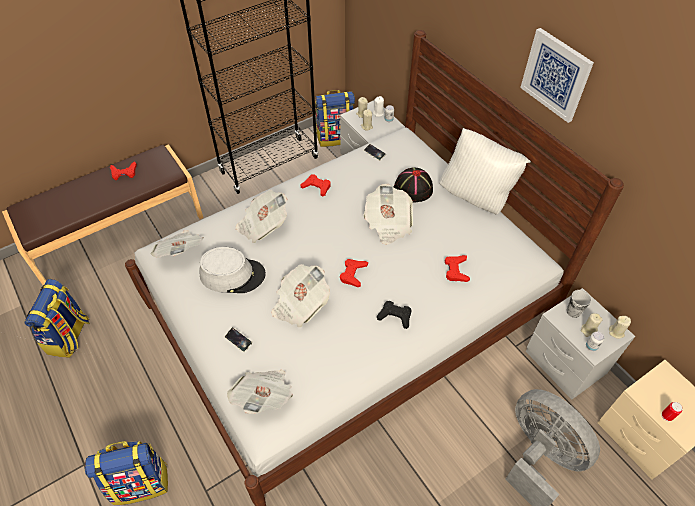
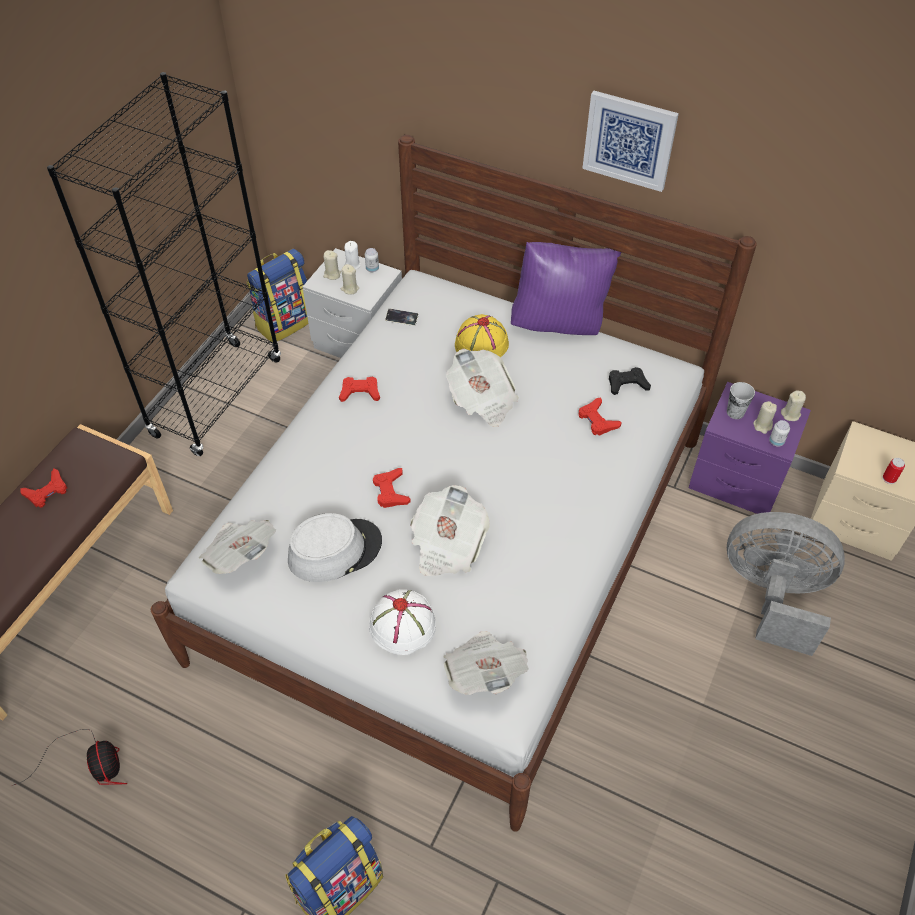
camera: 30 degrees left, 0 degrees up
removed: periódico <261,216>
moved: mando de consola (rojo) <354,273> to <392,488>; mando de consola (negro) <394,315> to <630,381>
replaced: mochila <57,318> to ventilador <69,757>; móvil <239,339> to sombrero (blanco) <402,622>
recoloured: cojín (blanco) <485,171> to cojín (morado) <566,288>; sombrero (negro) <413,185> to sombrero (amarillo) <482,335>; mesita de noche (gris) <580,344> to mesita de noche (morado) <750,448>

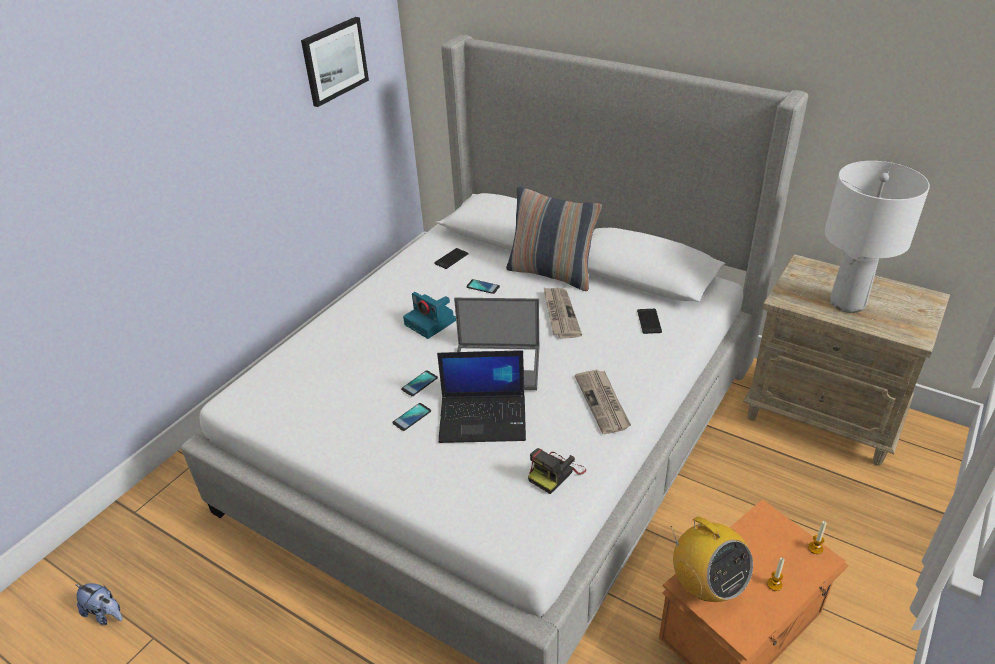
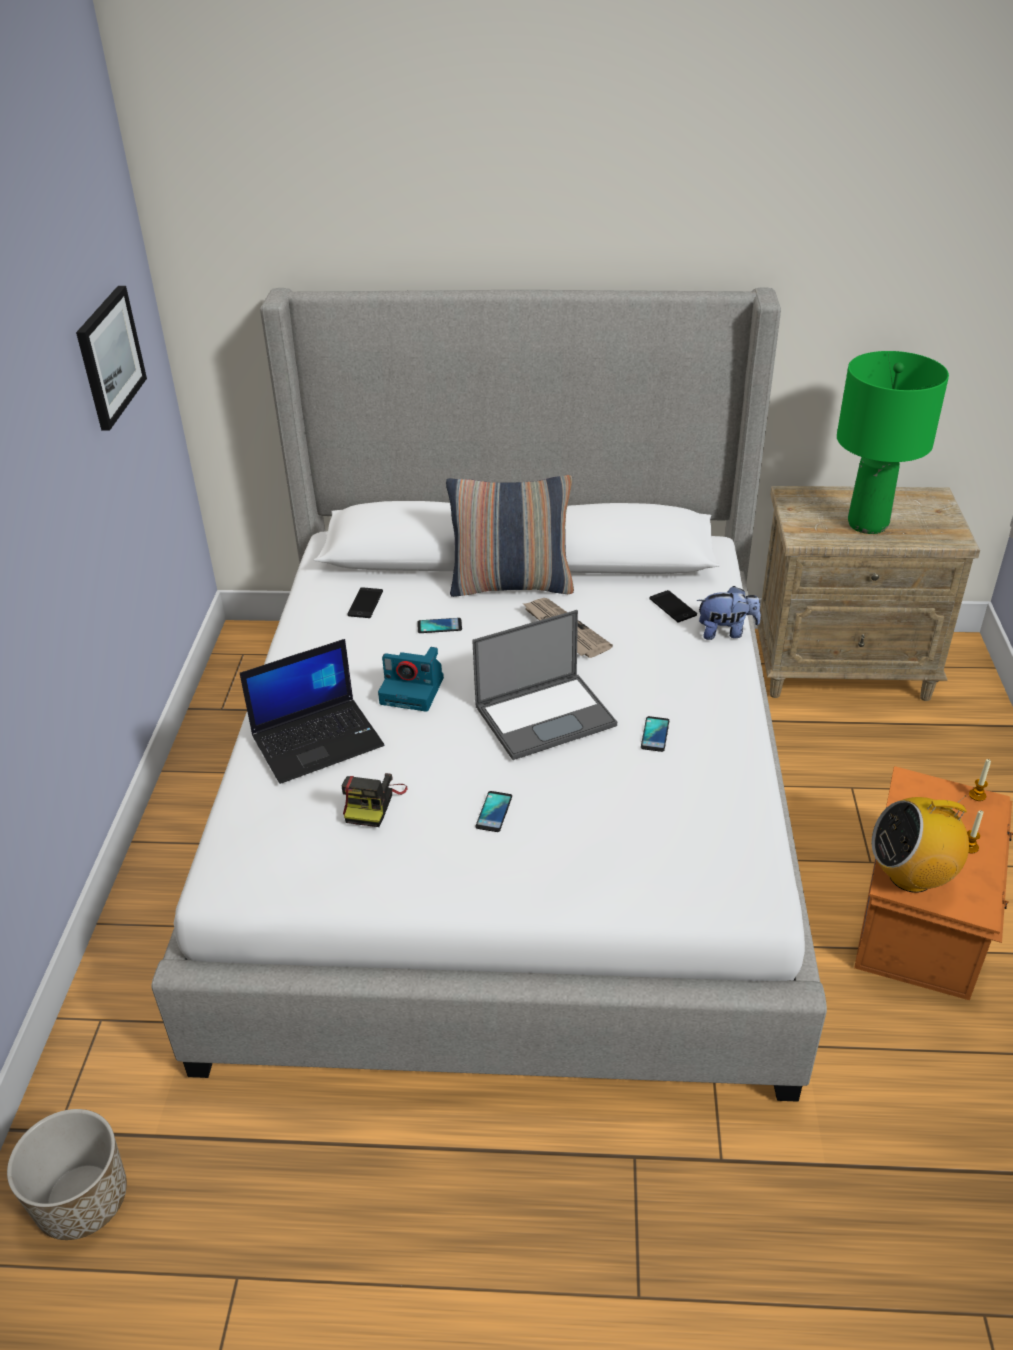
camera: 30 degrees left, 0 degrees up
removed: periódico <603,401>
added: maceta <67,1174>
moved: portátil <481,396> to <312,711>; móvil <419,383> to <655,734>; cámara <557,471> to <375,800>; peluche <99,604> to <729,613>
recoloured: lámpara de mesa (blanco) <877,237> to lámpara de mesa (verde) <893,442>
turned: radio <712,559> = <920,844> 150 degrees clockwise

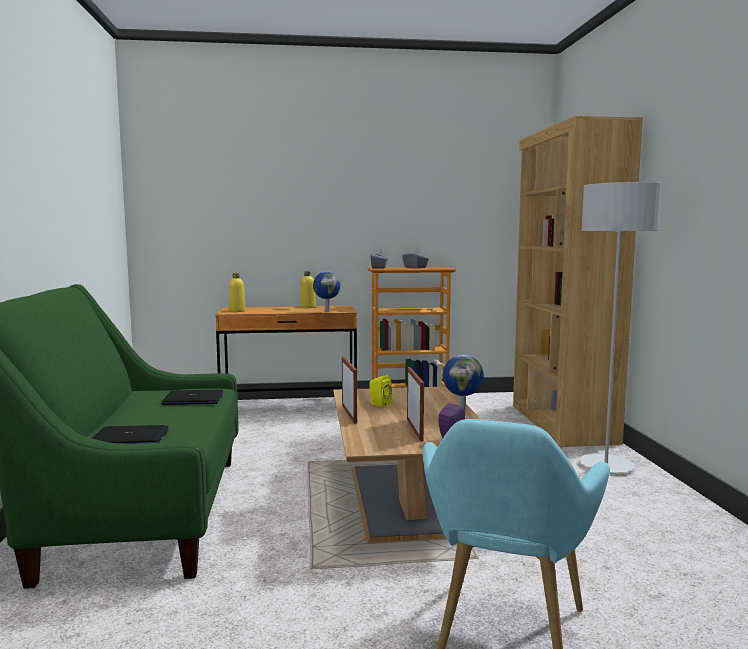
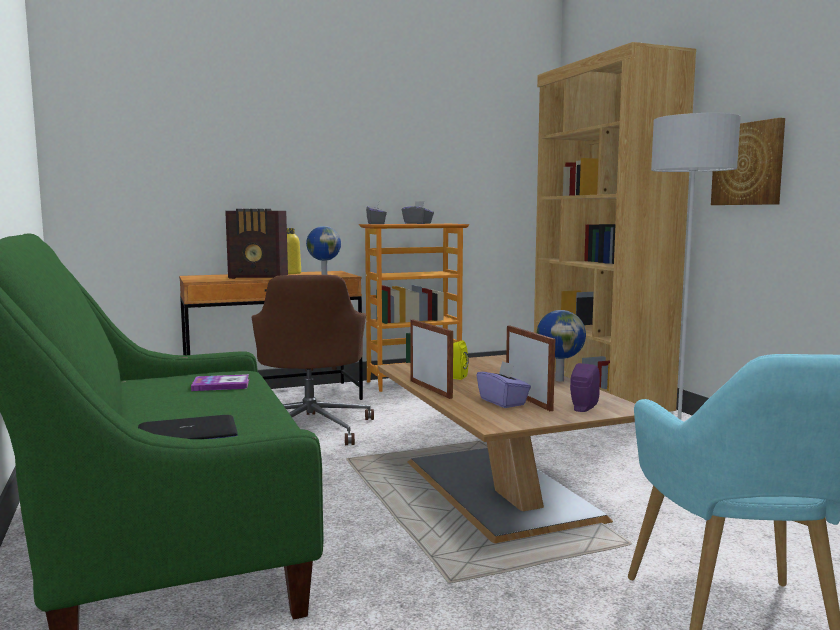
camera: 15 degrees left, 0 degrees up
removed: botella (amarillo) <237,292>
added: cuadro <748,161>; radio <256,244>; silla de oficina (marrón) <313,360>; caja de pañuelos (morado) <504,384>
replaced: portátil <192,397> to libro <220,382>

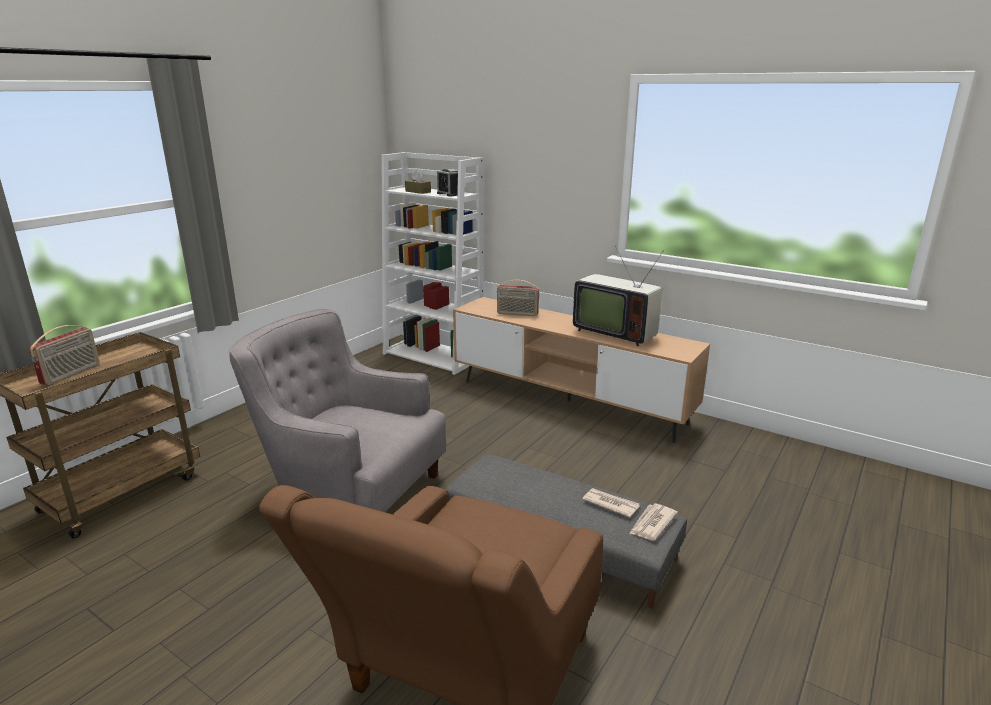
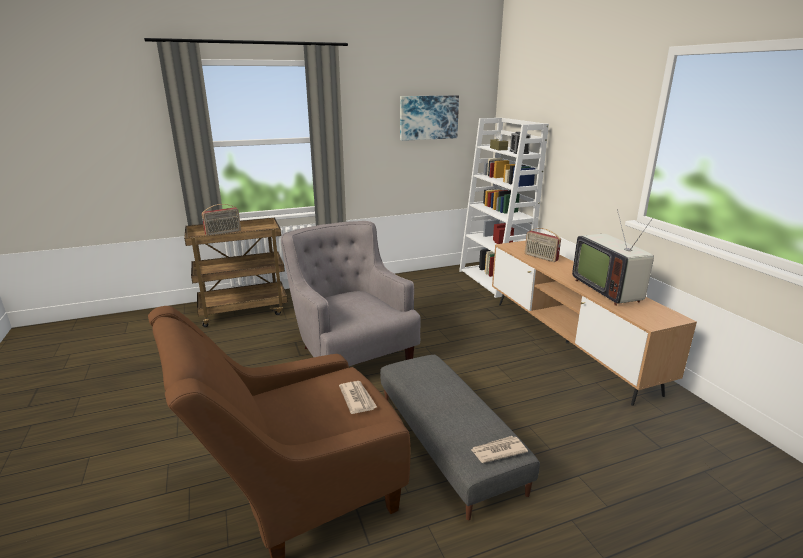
camera: 35 degrees right, 0 degrees up
added: cuadro <429,118>
moved: periódico <611,503> to <358,397>

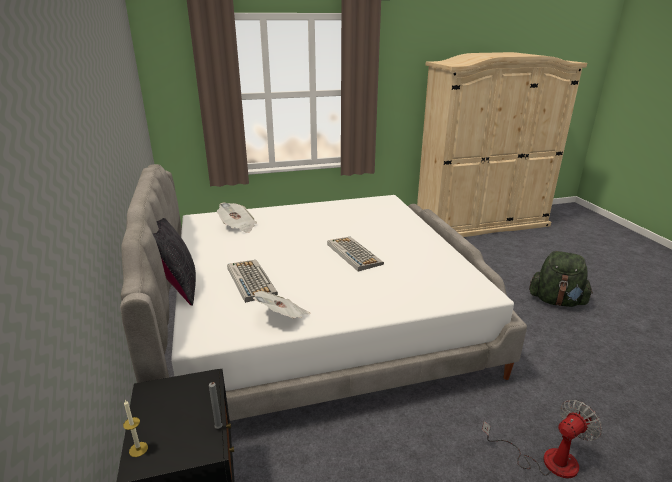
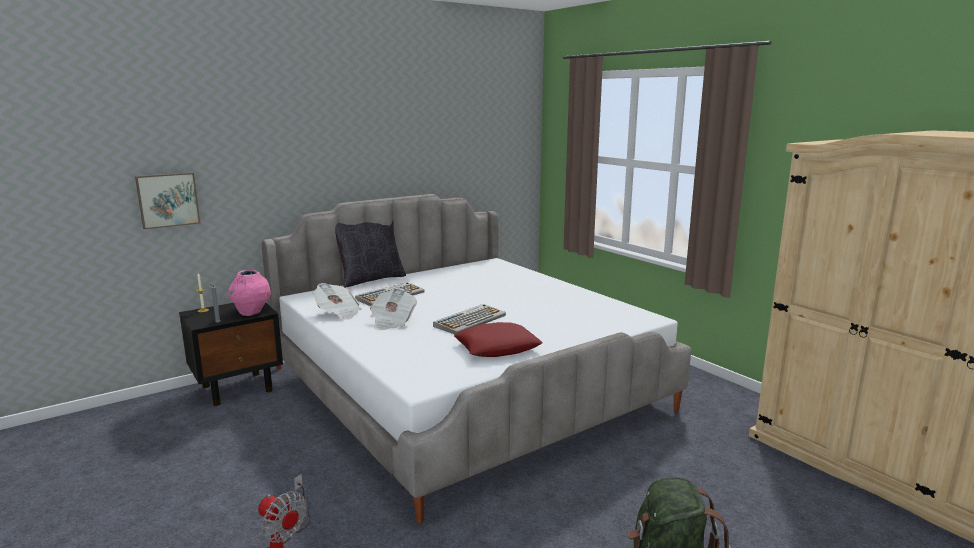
camera: 70 degrees right, 10 degrees down
added: cuadro <167,200>; florero (rosa) <249,293>; cojín (rojo) <498,339>
moved: periódico <237,217> to <393,309>

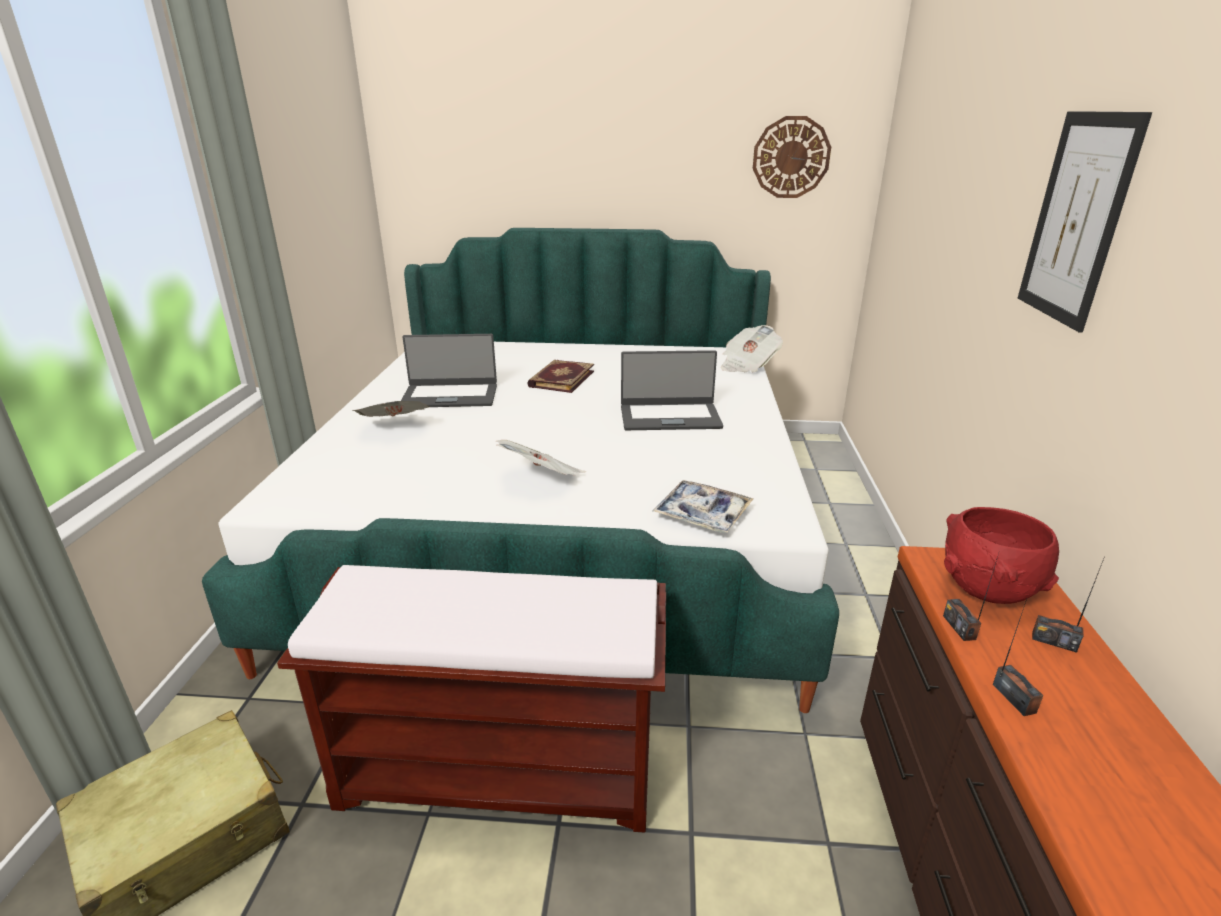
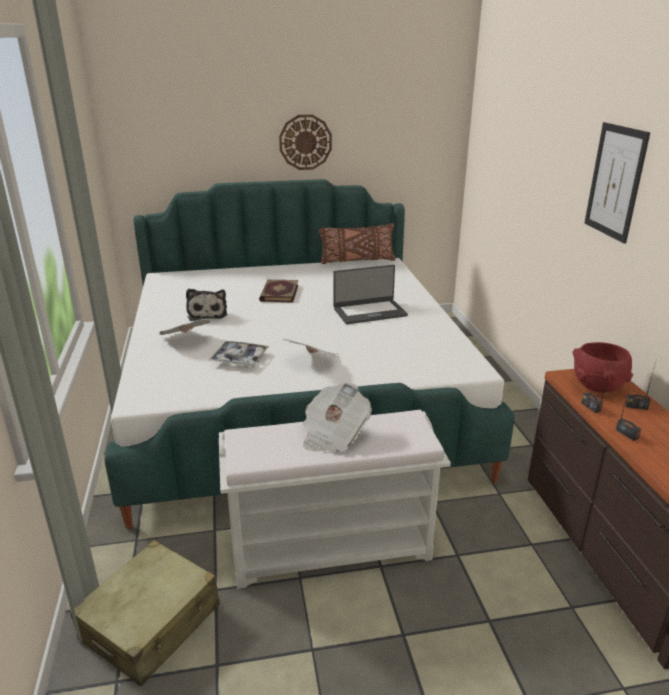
camera: 15 degrees left, 0 degrees up
added: cojín (marrón) <357,243>
moved: reloj de pared <792,157> to <305,142>; periódico <752,349> to <337,417>; bandeja <703,506> to <238,354>
replaced: portátil <449,370> to peluche <206,305>
recoloured: banco (marrón) <471,699> to banco (blanco) <335,499>

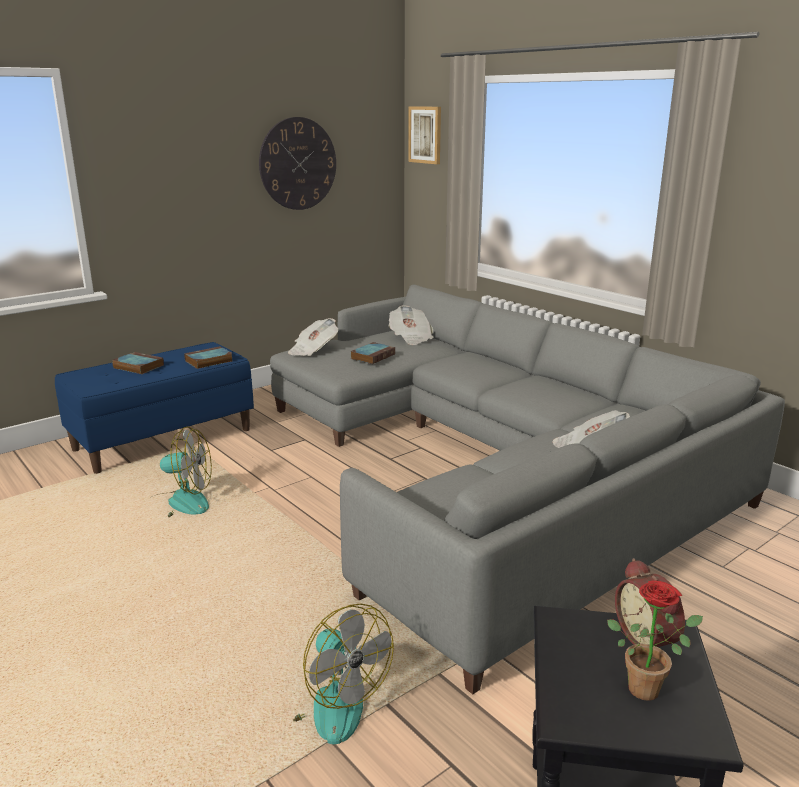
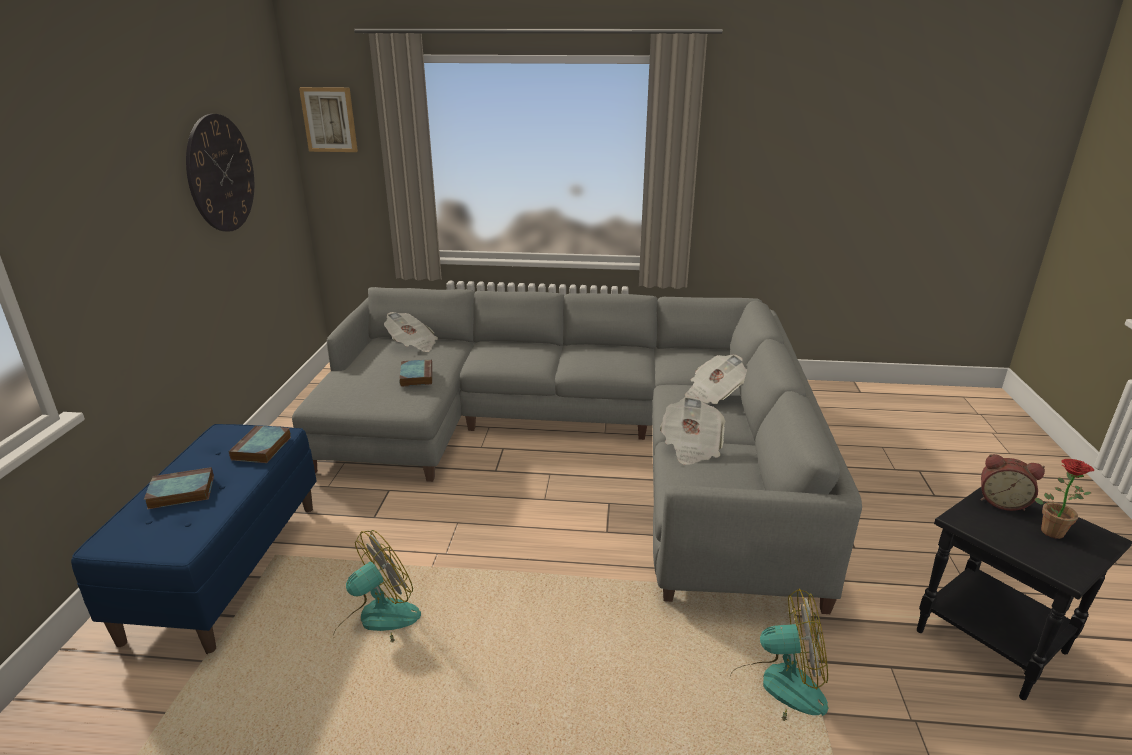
camera: 45 degrees left, 5 degrees up
moved: periódico <313,337> to <692,430>

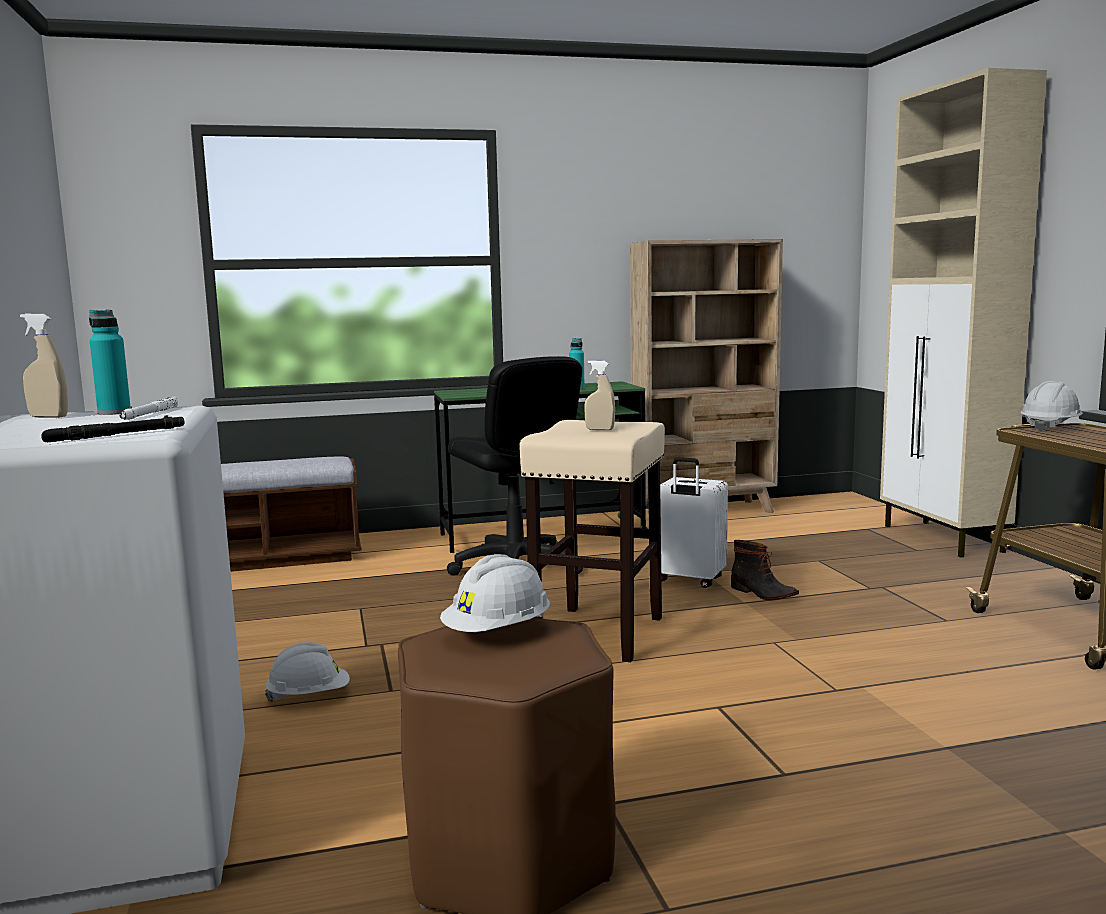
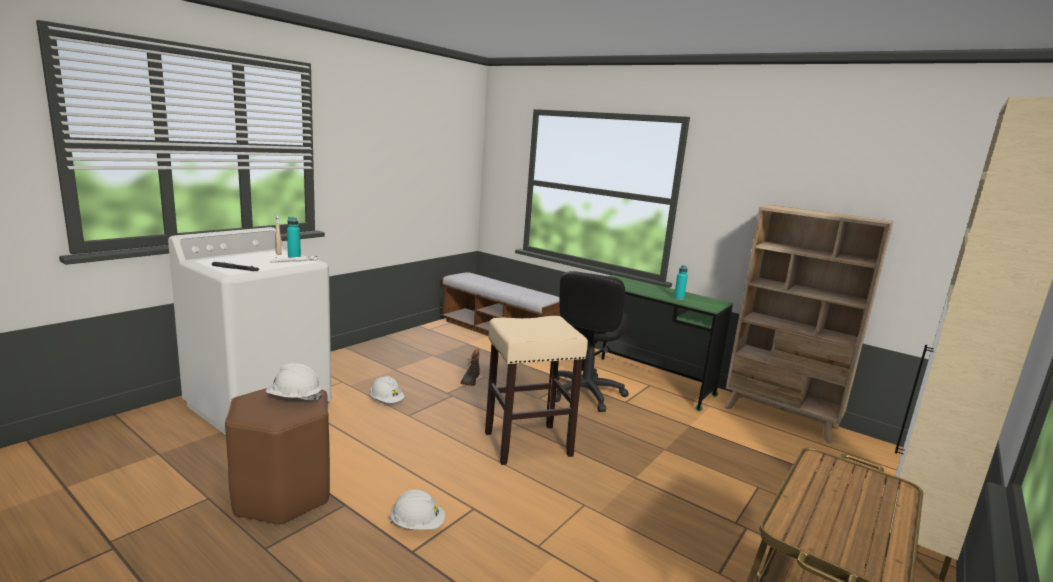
camera: 50 degrees right, 5 degrees up
removed: pulverizador (beis) <599,395>; maleta (blanco) <694,522>
moved: casco (blanco) <1052,406> to <417,510>; bota <765,570> to <470,367>

